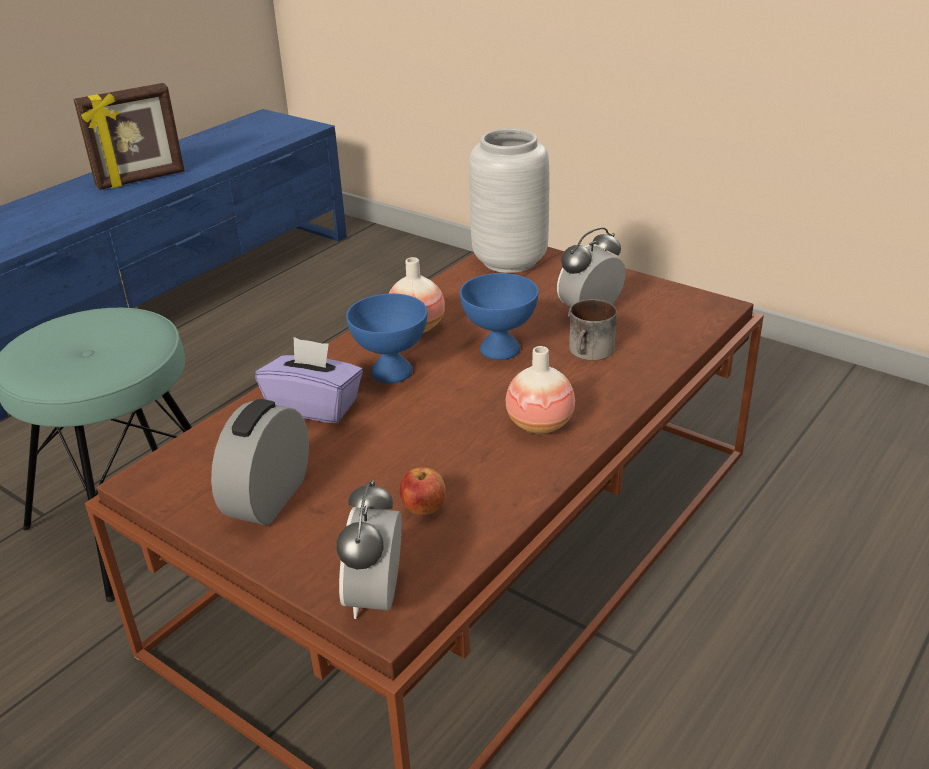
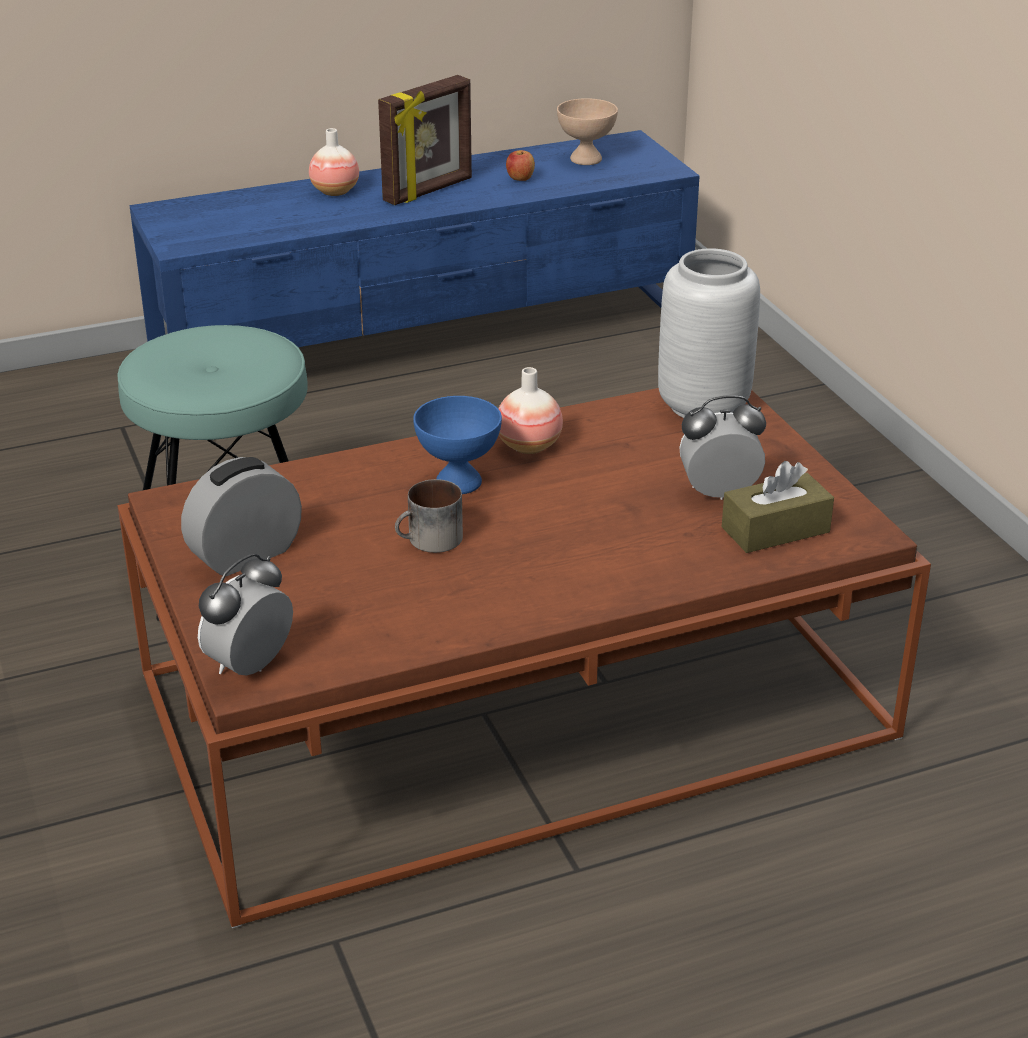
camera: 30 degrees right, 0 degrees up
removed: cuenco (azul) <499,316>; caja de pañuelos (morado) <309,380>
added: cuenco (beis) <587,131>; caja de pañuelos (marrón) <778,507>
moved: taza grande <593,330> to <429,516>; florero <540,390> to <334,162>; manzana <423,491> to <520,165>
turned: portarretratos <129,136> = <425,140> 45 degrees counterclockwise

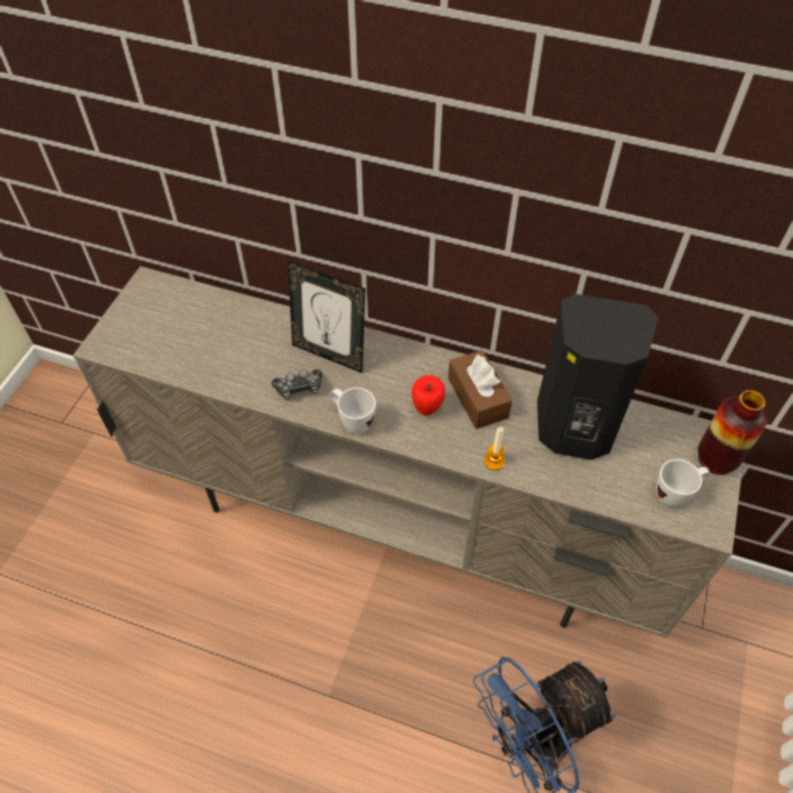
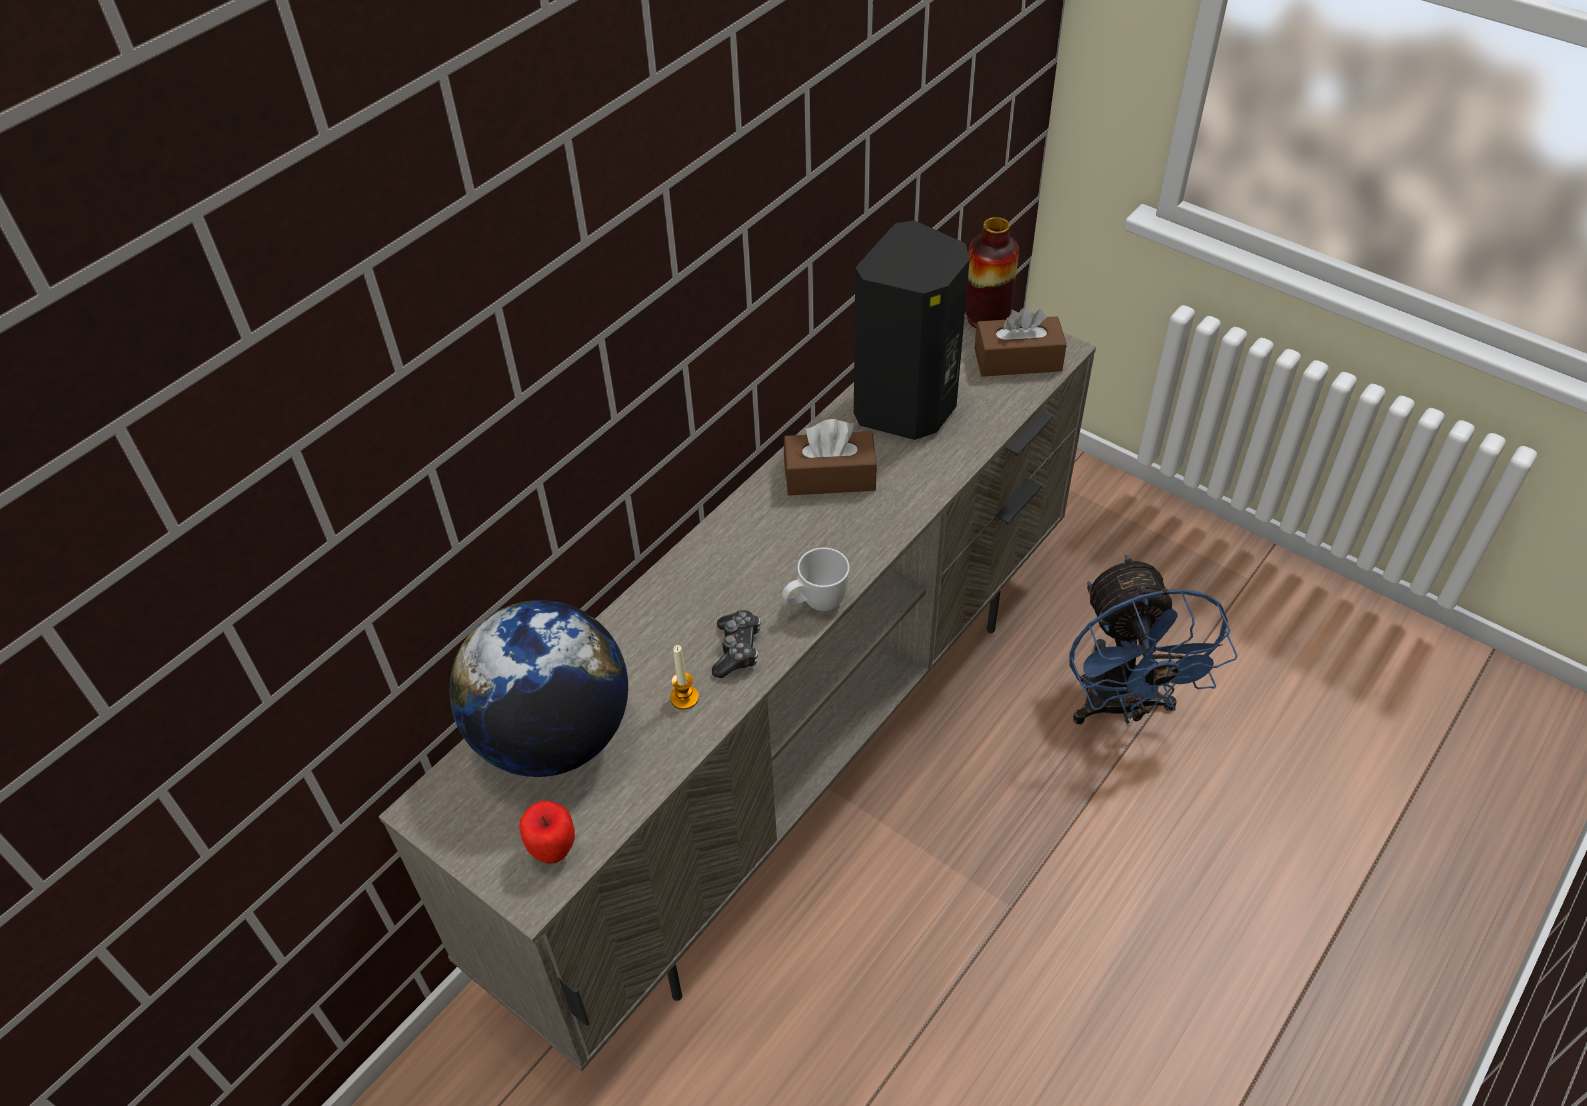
camera: 70 degrees left, 5 degrees down
removed: portarretratos <326,316>
added: globo terráqueo <538,688>
moved: manzana <428,395> to <547,832>; vela <494,448> to <684,677>
replaced: taza grande (blanco) <683,483> to caja de pañuelos (marrón) <1020,342>

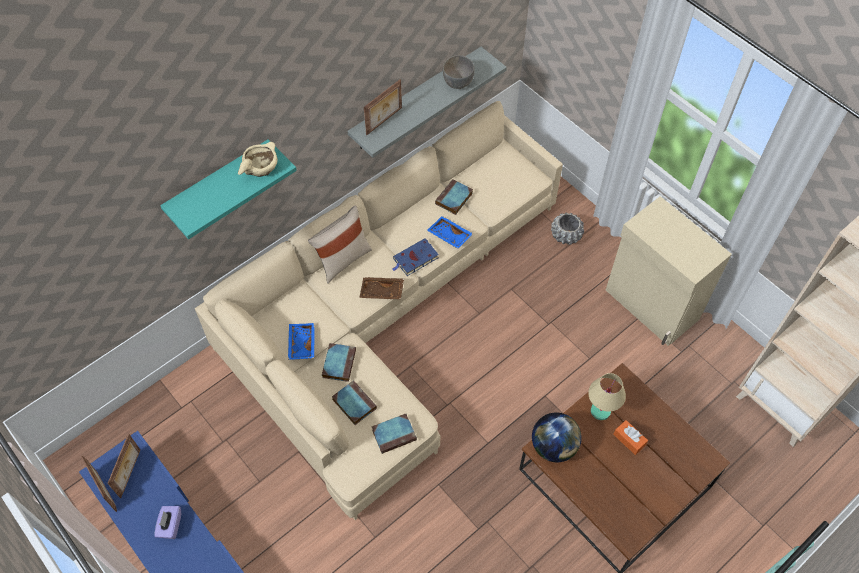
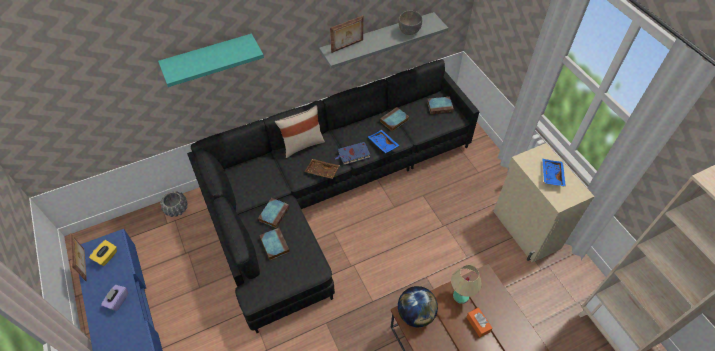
camera: 15 degrees right, 5 degrees down
removed: cuenco (beis) <258,159>
moved: maceta (gris) <567,229> to <174,204>; bandeja (azul) <301,341> to <554,173>; libro <394,434> to <440,105>
replaced: portarretratos <123,466> to caja de pañuelos (amarillo) <103,253>
recoloured: sofá (beis) <379,310> to sofá (negro) <333,196>

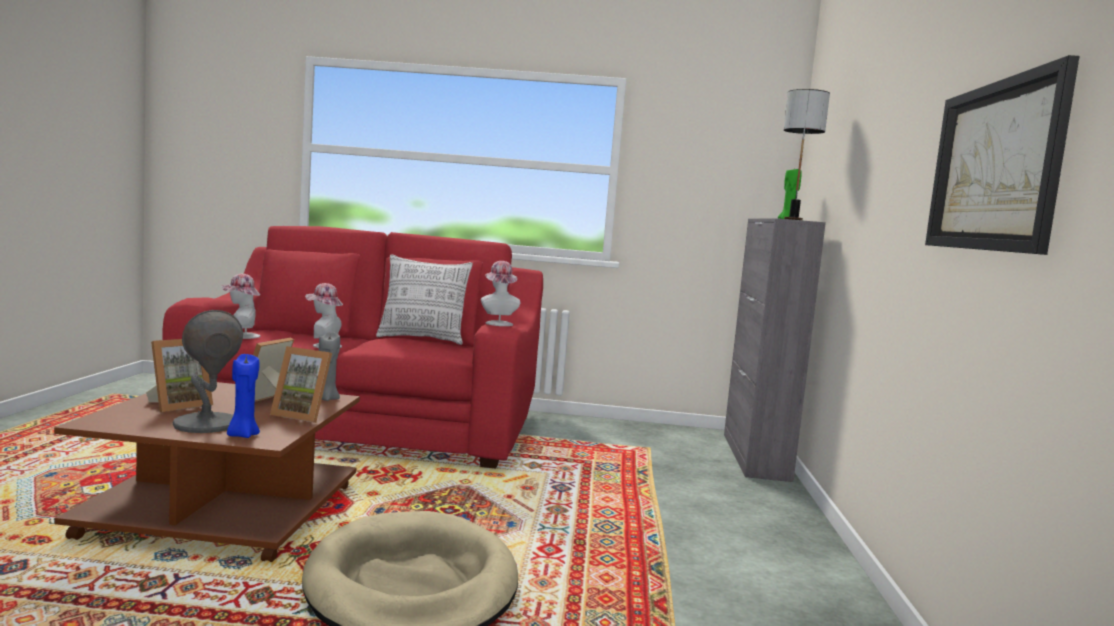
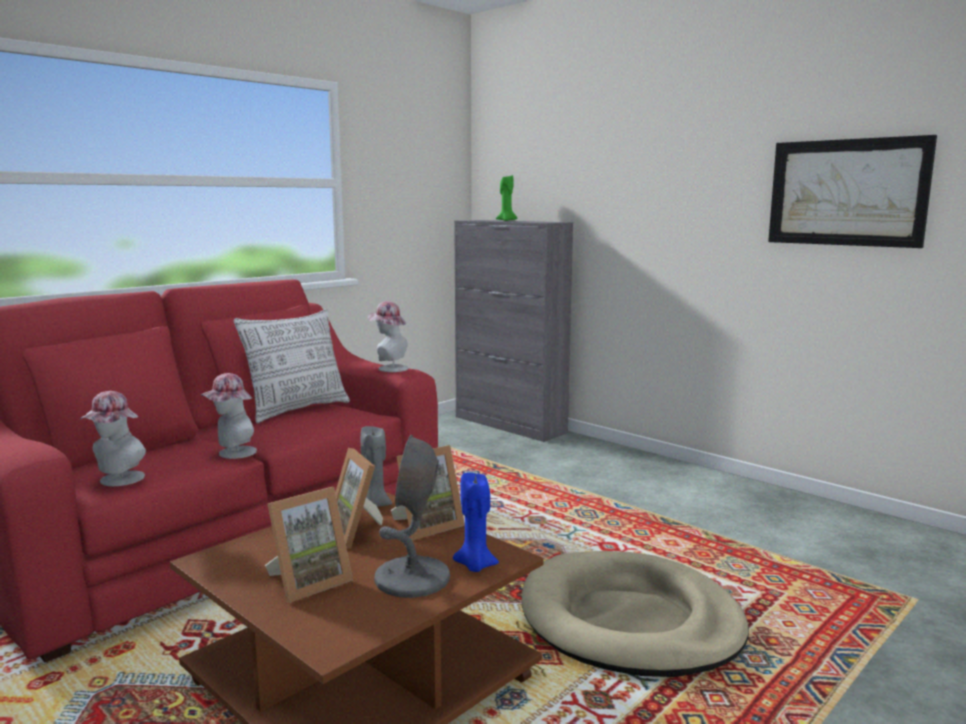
camera: 50 degrees left, 5 degrees up
removed: lámpara de mesa <807,154>
turned: portarretratos <179,375> = <309,545> 60 degrees clockwise

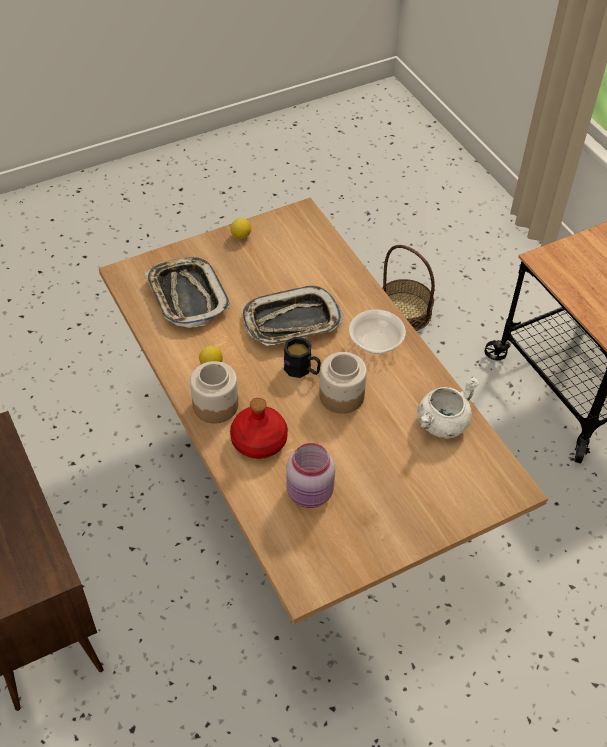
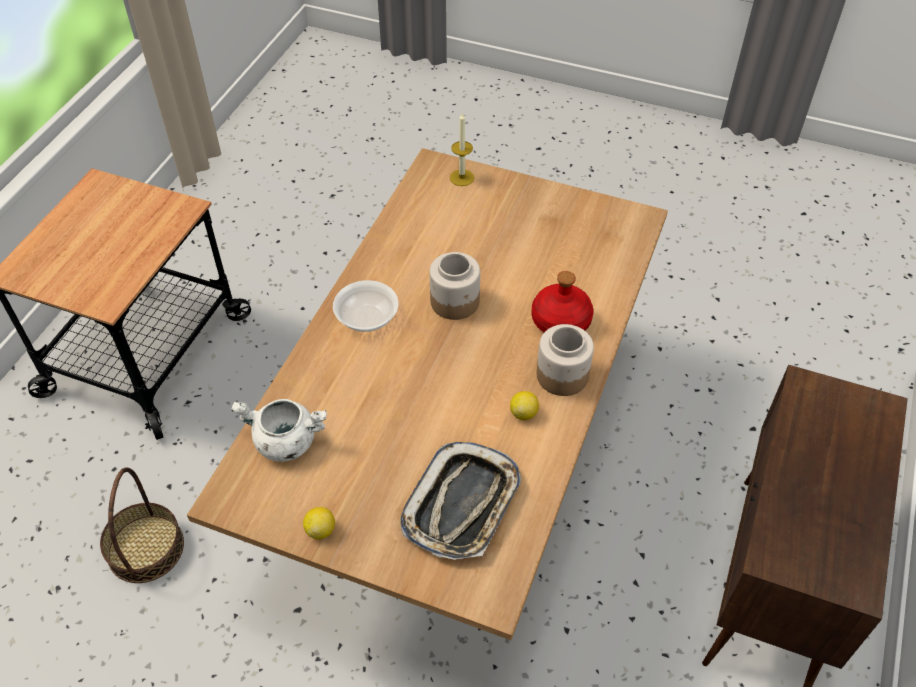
camera: 130 degrees left, 0 degrees up
removed: bandeja <293,315>; taza grande (negro) <302,357>; tarro (rosa) <310,475>
added: vela <462,149>
moved: olla (blanco) <448,408> to <279,430>

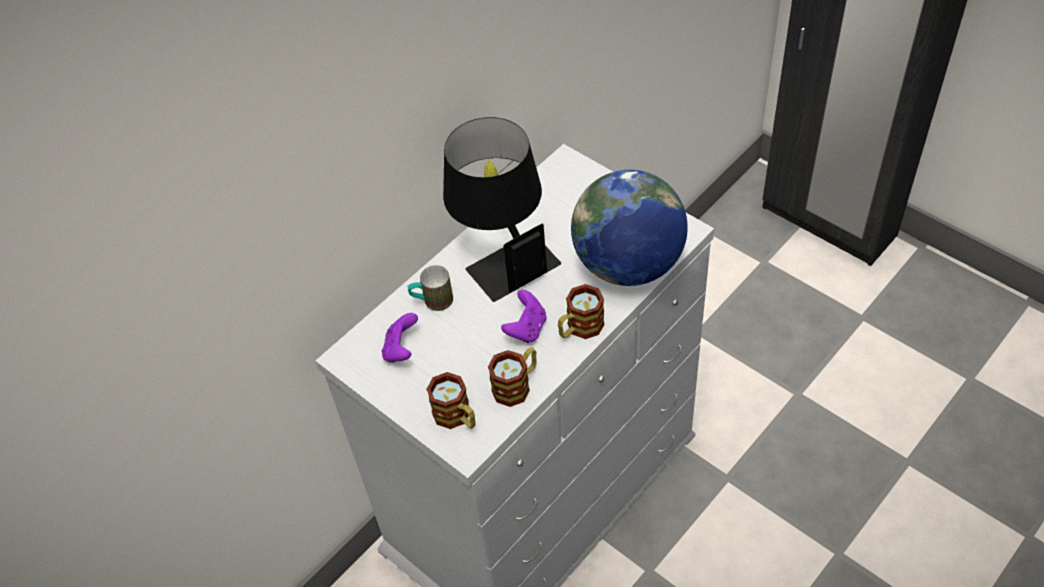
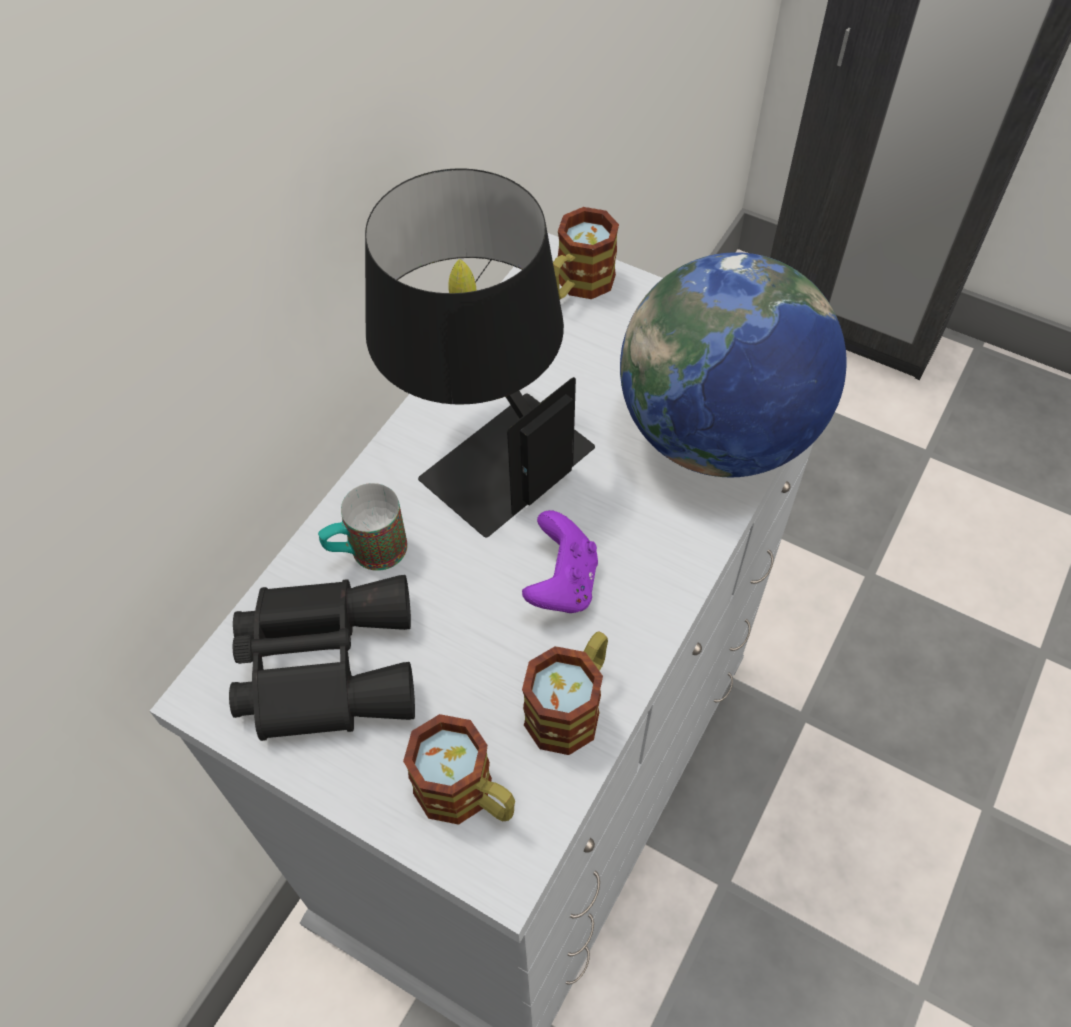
camera: 15 degrees left, 5 degrees up
moved: taza grande <581,311> to <586,253>
replaced: mando de consola (morado) <400,338> to prismáticos (negro) <322,658>

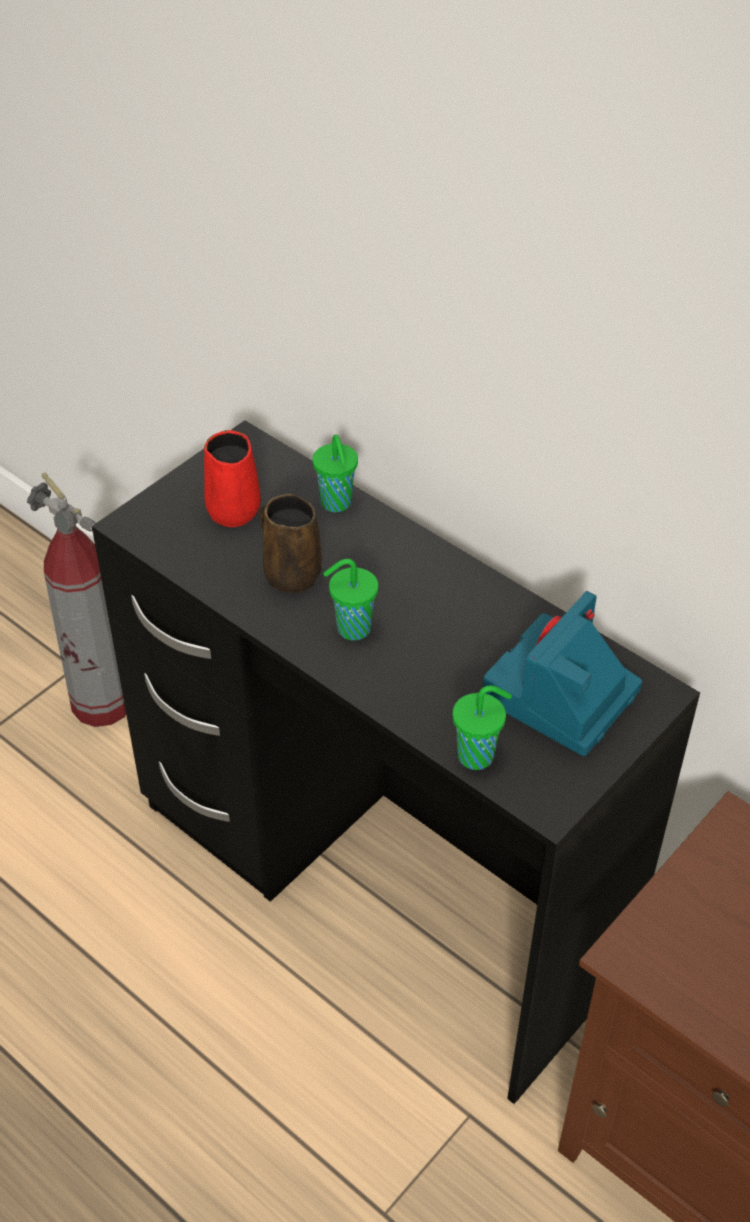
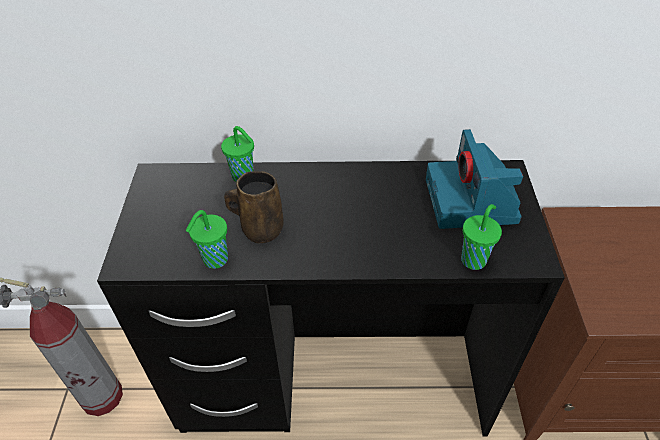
camera: 40 degrees left, 0 degrees up
removed: taza grande (rojo) <232,479>
moved: taza (verde) <351,599> to <207,239>

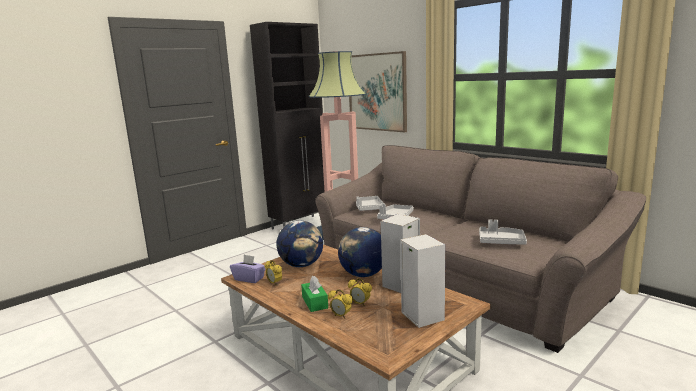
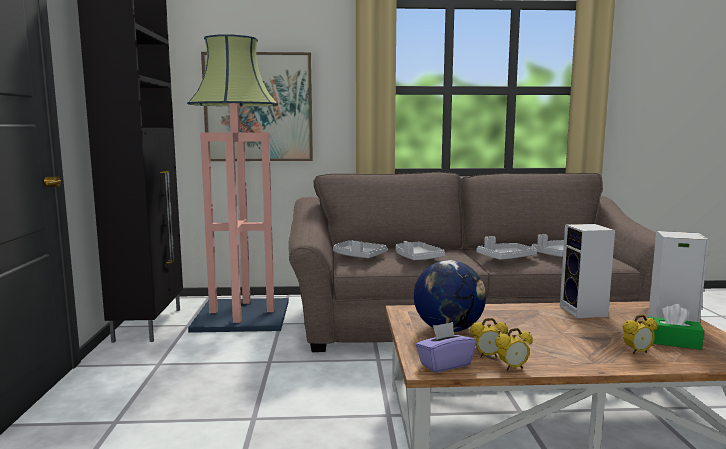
camera: 50 degrees left, 5 degrees down
removed: globo terráqueo <360,252>
added: bandeja (gris) <507,248>
moved: caja de pañuelos (verde) <314,294> to <676,327>; despertador <360,292> to <514,349>

